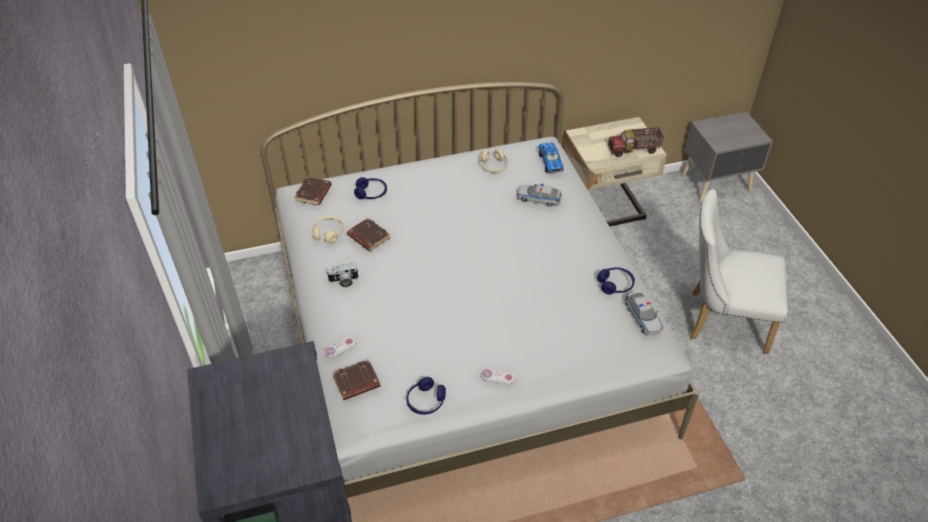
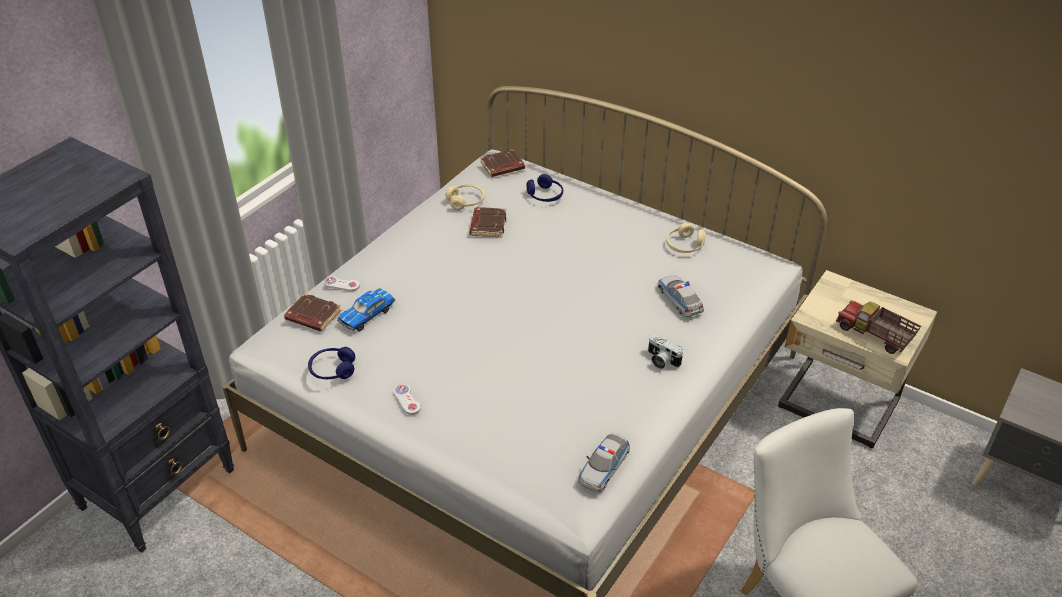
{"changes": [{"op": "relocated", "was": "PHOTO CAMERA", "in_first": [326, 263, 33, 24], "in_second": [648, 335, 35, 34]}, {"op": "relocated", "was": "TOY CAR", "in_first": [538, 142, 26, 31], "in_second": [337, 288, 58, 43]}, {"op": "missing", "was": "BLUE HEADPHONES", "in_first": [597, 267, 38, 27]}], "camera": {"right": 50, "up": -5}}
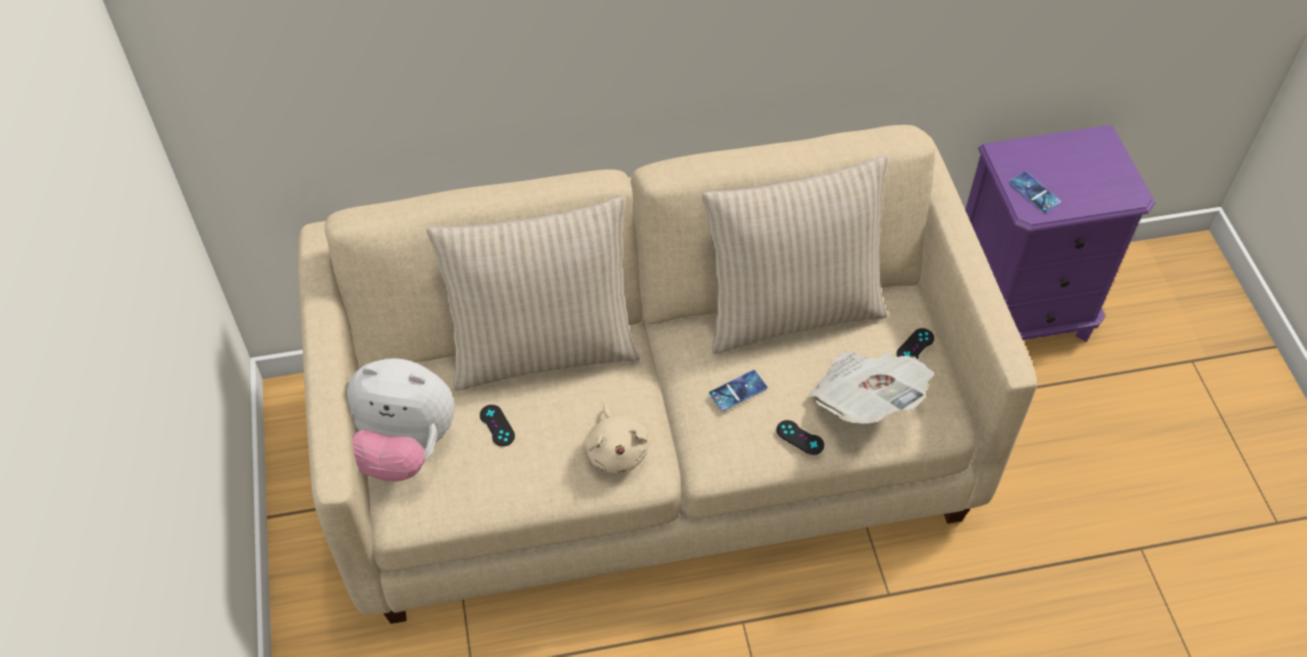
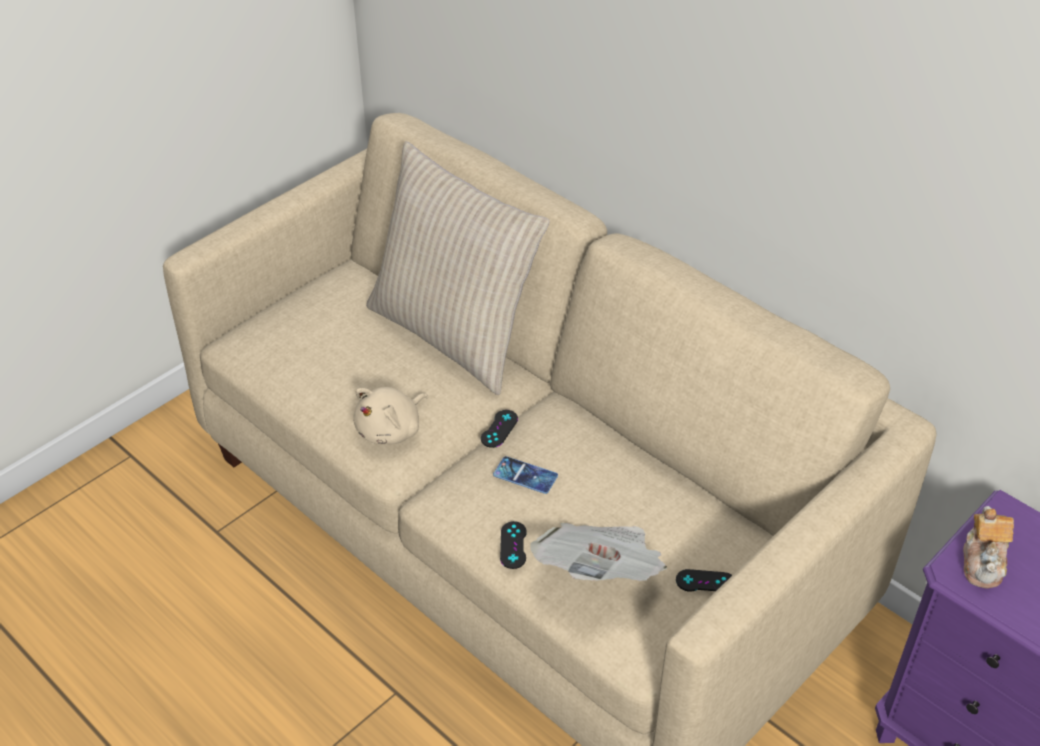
{"changes": [{"op": "missing", "was": "PLUSH TOY", "in_first": [347, 358, 108, 123]}, {"op": "relocated", "was": "BLACK GAME CONTROLLER", "in_first": [480, 405, 35, 41], "in_second": [481, 410, 37, 38]}, {"op": "missing", "was": "BEIGE PILLOW", "in_first": [702, 155, 187, 199]}, {"op": "exchanged", "was": "PHONE", "now": "TEAPOT", "in_first": [1009, 171, 52, 42], "in_second": [963, 506, 51, 83]}], "camera": {"right": 55, "up": -10}}
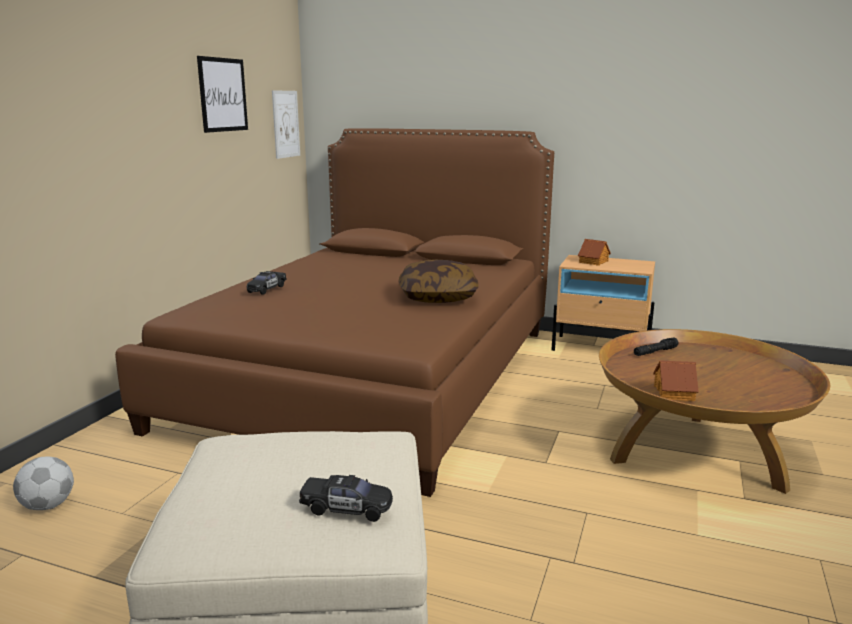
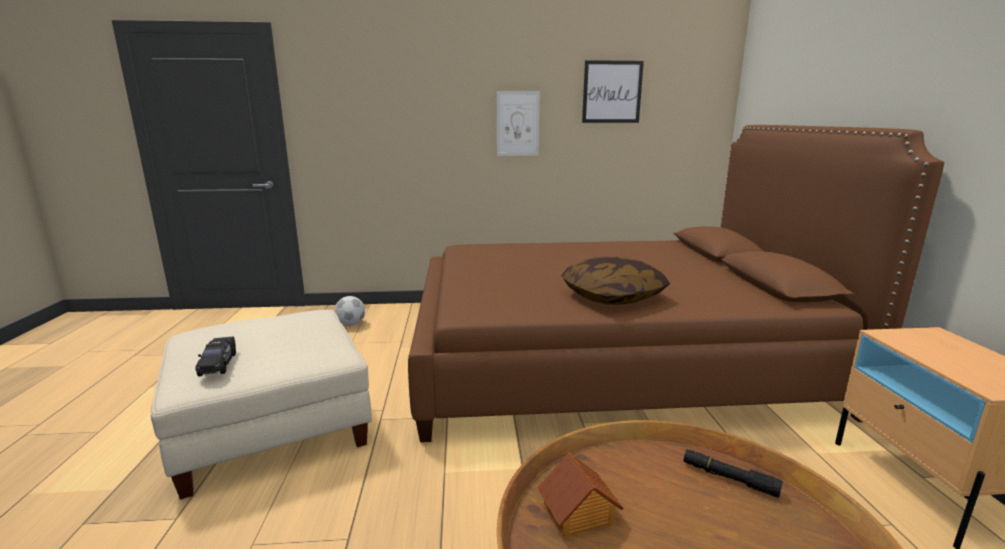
{"changes": [{"op": "missing", "was": "BLACK TOY CAR", "in_first": [247, 271, 40, 24]}, {"op": "relocated", "was": "PICTURE", "in_first": [272, 90, 28, 69], "in_second": [497, 91, 43, 65]}, {"op": "missing", "was": "TOY HOUSE", "in_first": [578, 239, 33, 27]}], "camera": {"right": 65, "up": 0}}
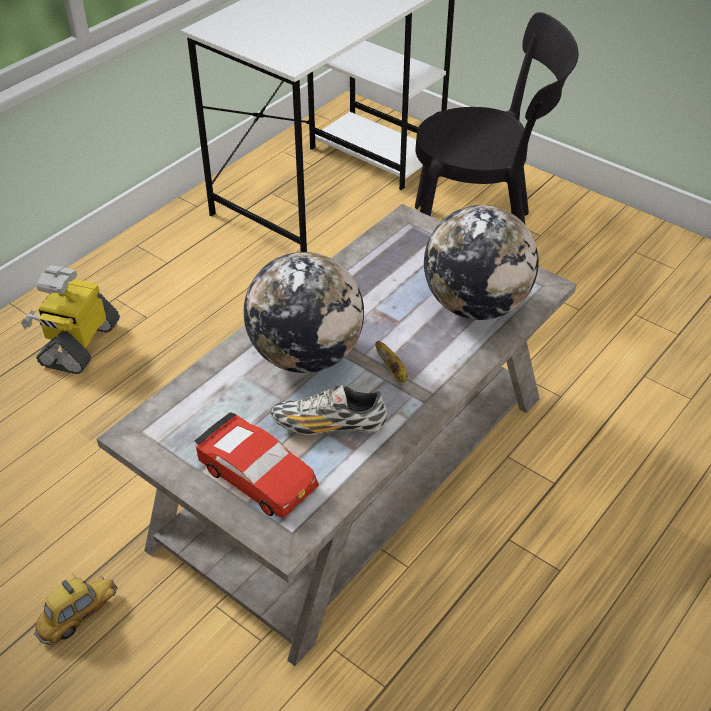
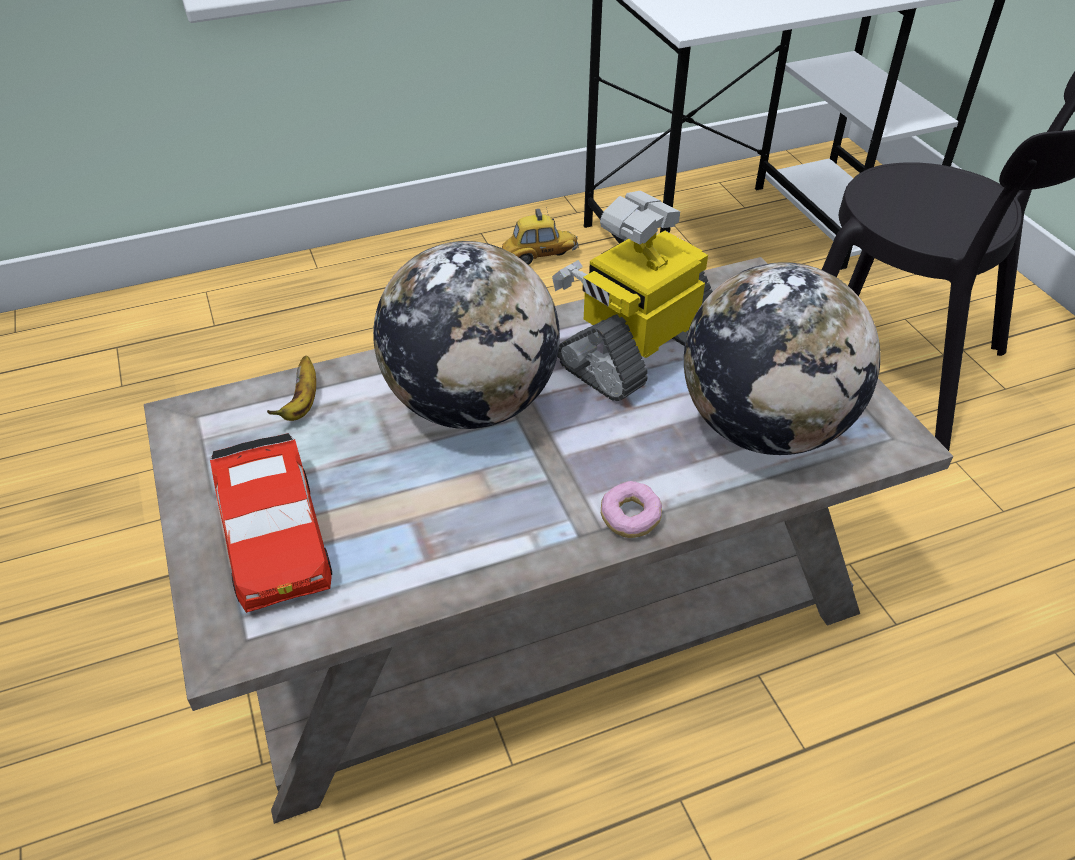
{"changes": [{"op": "relocated", "was": "TOY ROBOT", "in_first": [21, 265, 99, 109], "in_second": [552, 191, 161, 210]}, {"op": "relocated", "was": "TOY CAR", "in_first": [34, 572, 84, 73], "in_second": [502, 207, 77, 58]}, {"op": "missing", "was": "SHOE", "in_first": [270, 385, 117, 50]}, {"op": "relocated", "was": "BANANA", "in_first": [375, 341, 33, 42], "in_second": [267, 356, 49, 65]}, {"op": "appeared", "now": "DONUT", "in_second": [601, 481, 61, 57]}], "camera": {"right": 30, "up": 0}}
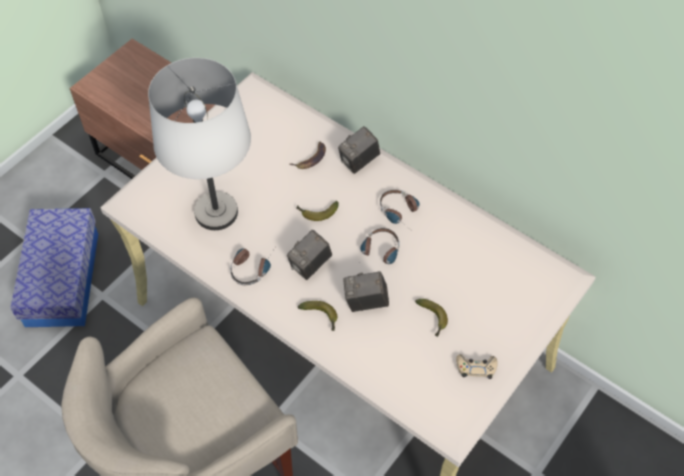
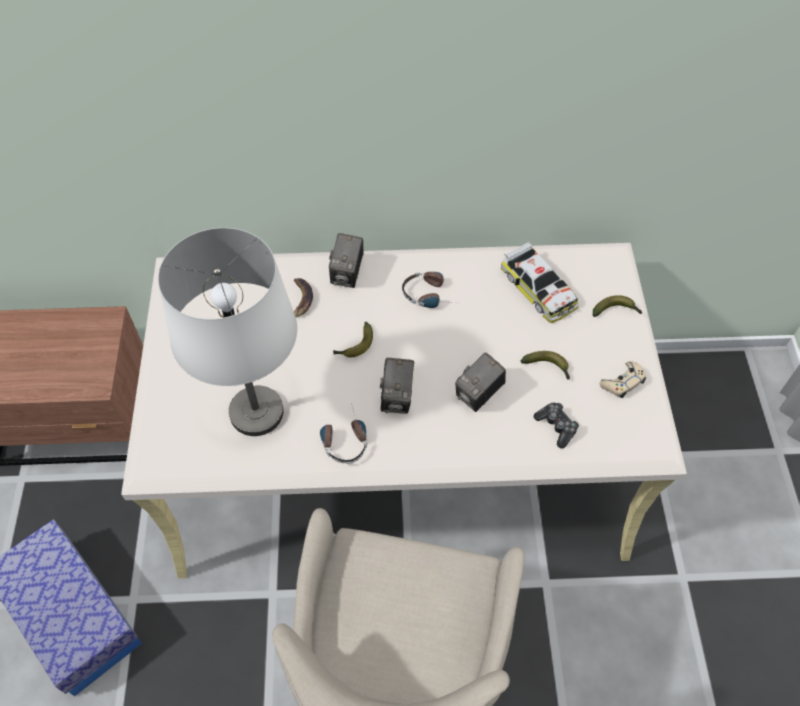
{"changes": [{"op": "relocated", "was": "BANANA", "in_first": [298, 301, 39, 30], "in_second": [593, 295, 49, 22]}, {"op": "missing", "was": "HEADPHONES", "in_first": [358, 228, 42, 38]}, {"op": "appeared", "now": "TOY CAR", "in_second": [501, 241, 78, 82]}, {"op": "appeared", "now": "GAME CONTROLLER", "in_second": [534, 403, 45, 45]}], "camera": {"right": -40, "up": 0}}
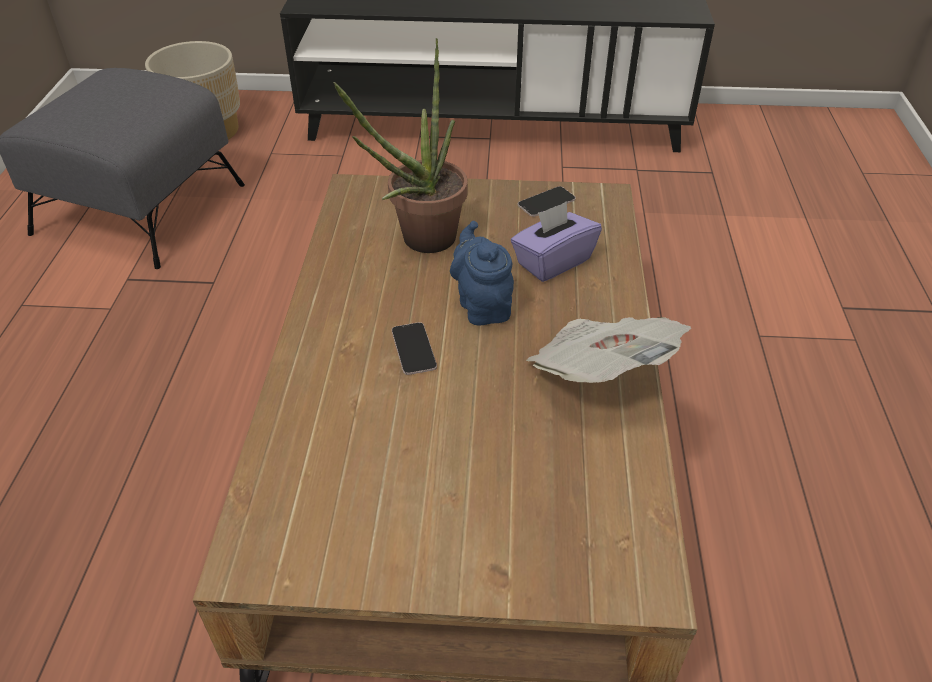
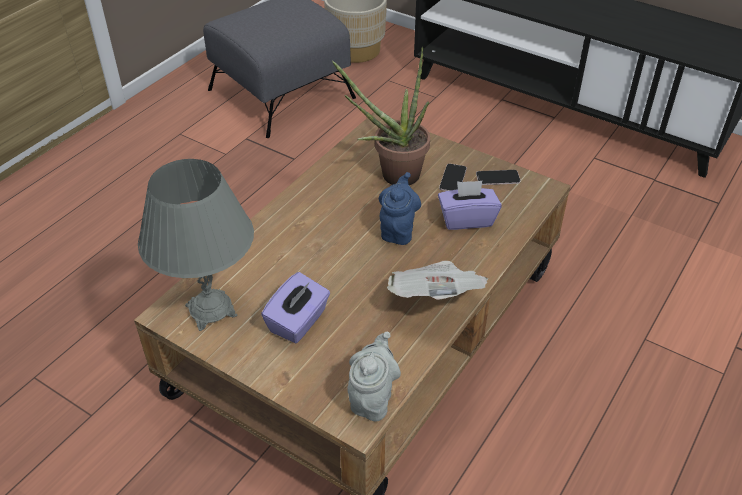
{"changes": [{"op": "relocated", "was": "PHONE", "in_first": [392, 322, 45, 53], "in_second": [439, 164, 28, 27]}, {"op": "appeared", "now": "GREY TABLE LAMP", "in_second": [138, 159, 116, 172]}, {"op": "appeared", "now": "PURPLE TISSUE BOX", "in_second": [261, 272, 69, 71]}, {"op": "appeared", "now": "GREY TEAPOT", "in_second": [347, 332, 54, 89]}], "camera": {"right": 30, "up": 0}}
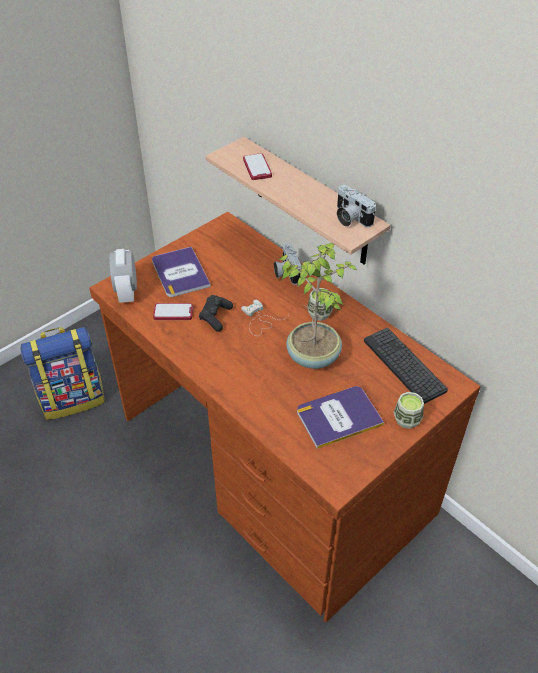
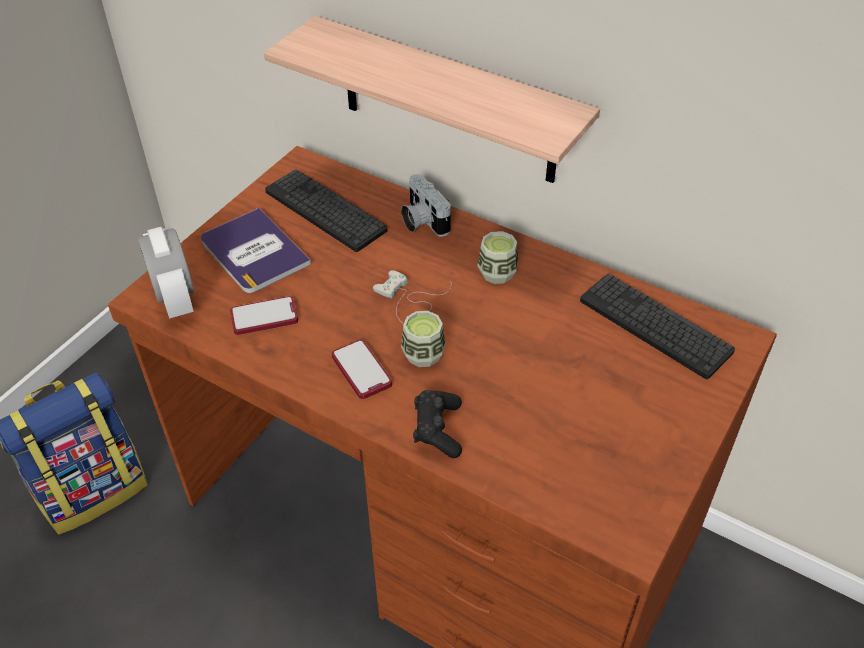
{"changes": [{"op": "relocated", "was": "BLACK GAME CONTROLLER", "in_first": [199, 295, 34, 37], "in_second": [413, 390, 49, 68]}, {"op": "relocated", "was": "PHONE", "in_first": [243, 153, 29, 27], "in_second": [332, 340, 60, 59]}, {"op": "missing", "was": "POTTED PLANT", "in_first": [279, 242, 78, 127]}, {"op": "missing", "was": "BOOK", "in_first": [297, 386, 87, 63]}, {"op": "missing", "was": "PHOTO CAMERA", "in_first": [337, 185, 39, 43]}, {"op": "relocated", "was": "CUP", "in_first": [394, 392, 30, 37], "in_second": [401, 311, 45, 56]}, {"op": "appeared", "now": "KEYBOARD", "in_second": [265, 169, 123, 83]}], "camera": {"right": -15, "up": 0}}
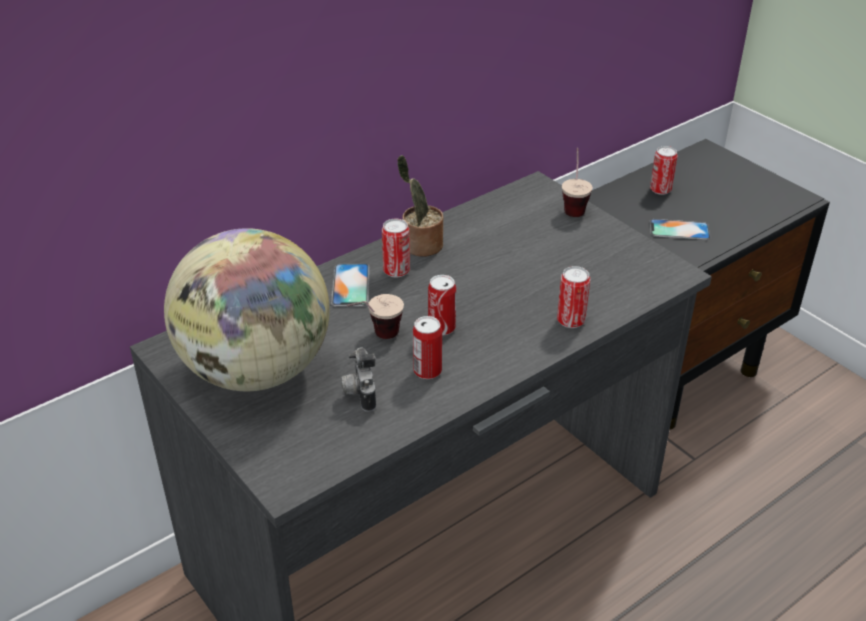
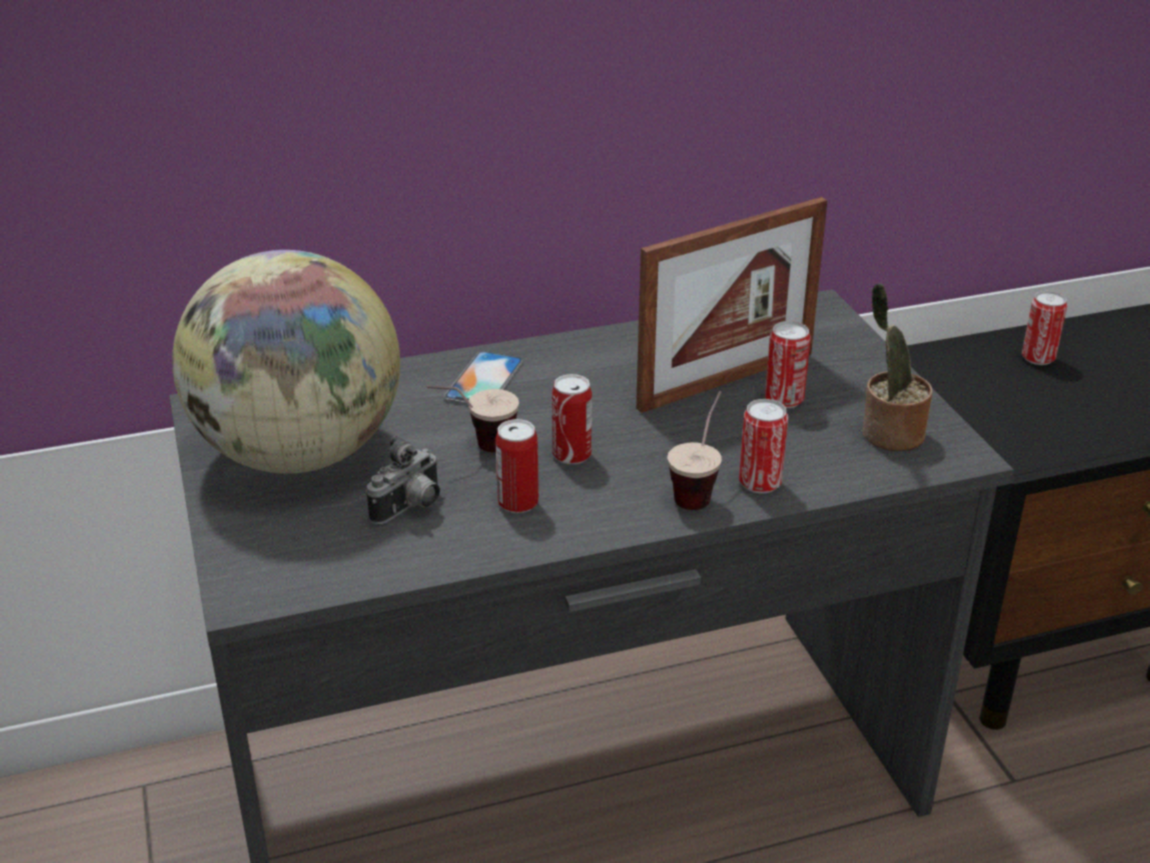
{"changes": [{"op": "spun", "was": "PHOTO CAMERA", "in_first": [341, 347, 35, 65], "in_second": [366, 436, 74, 88], "clockwise": -150}, {"op": "relocated", "was": "CAN", "in_first": [382, 219, 28, 59], "in_second": [765, 321, 46, 88]}, {"op": "relocated", "was": "POTTED PLANT", "in_first": [397, 155, 46, 102], "in_second": [862, 284, 70, 167]}, {"op": "relocated", "was": "CUP", "in_first": [562, 148, 31, 69], "in_second": [667, 391, 55, 119]}, {"op": "missing", "was": "PHONE", "in_first": [650, 219, 61, 21]}, {"op": "appeared", "now": "PICTURE FRAME", "in_second": [636, 197, 192, 216]}], "camera": {"right": 20, "up": -5}}
